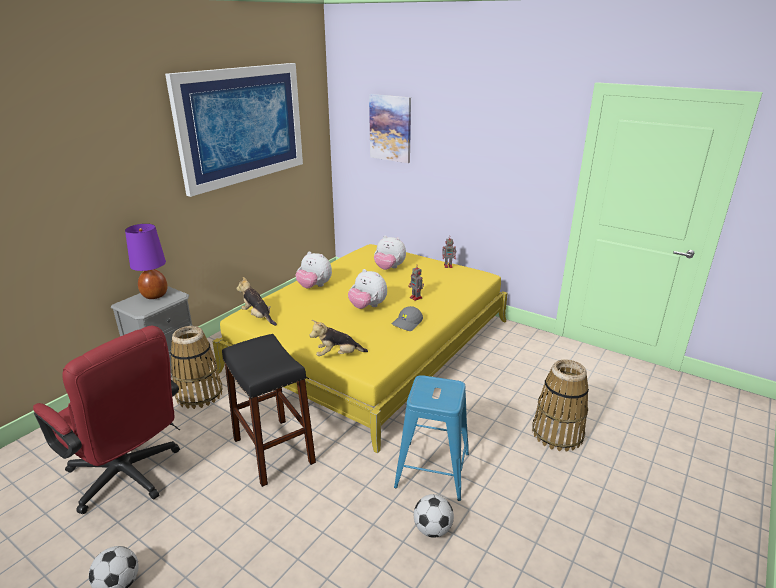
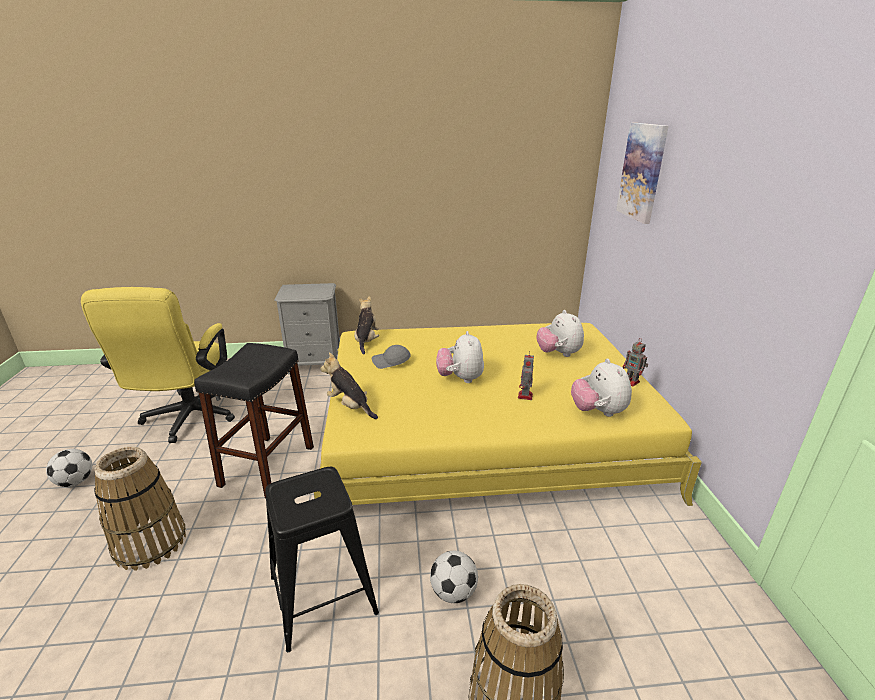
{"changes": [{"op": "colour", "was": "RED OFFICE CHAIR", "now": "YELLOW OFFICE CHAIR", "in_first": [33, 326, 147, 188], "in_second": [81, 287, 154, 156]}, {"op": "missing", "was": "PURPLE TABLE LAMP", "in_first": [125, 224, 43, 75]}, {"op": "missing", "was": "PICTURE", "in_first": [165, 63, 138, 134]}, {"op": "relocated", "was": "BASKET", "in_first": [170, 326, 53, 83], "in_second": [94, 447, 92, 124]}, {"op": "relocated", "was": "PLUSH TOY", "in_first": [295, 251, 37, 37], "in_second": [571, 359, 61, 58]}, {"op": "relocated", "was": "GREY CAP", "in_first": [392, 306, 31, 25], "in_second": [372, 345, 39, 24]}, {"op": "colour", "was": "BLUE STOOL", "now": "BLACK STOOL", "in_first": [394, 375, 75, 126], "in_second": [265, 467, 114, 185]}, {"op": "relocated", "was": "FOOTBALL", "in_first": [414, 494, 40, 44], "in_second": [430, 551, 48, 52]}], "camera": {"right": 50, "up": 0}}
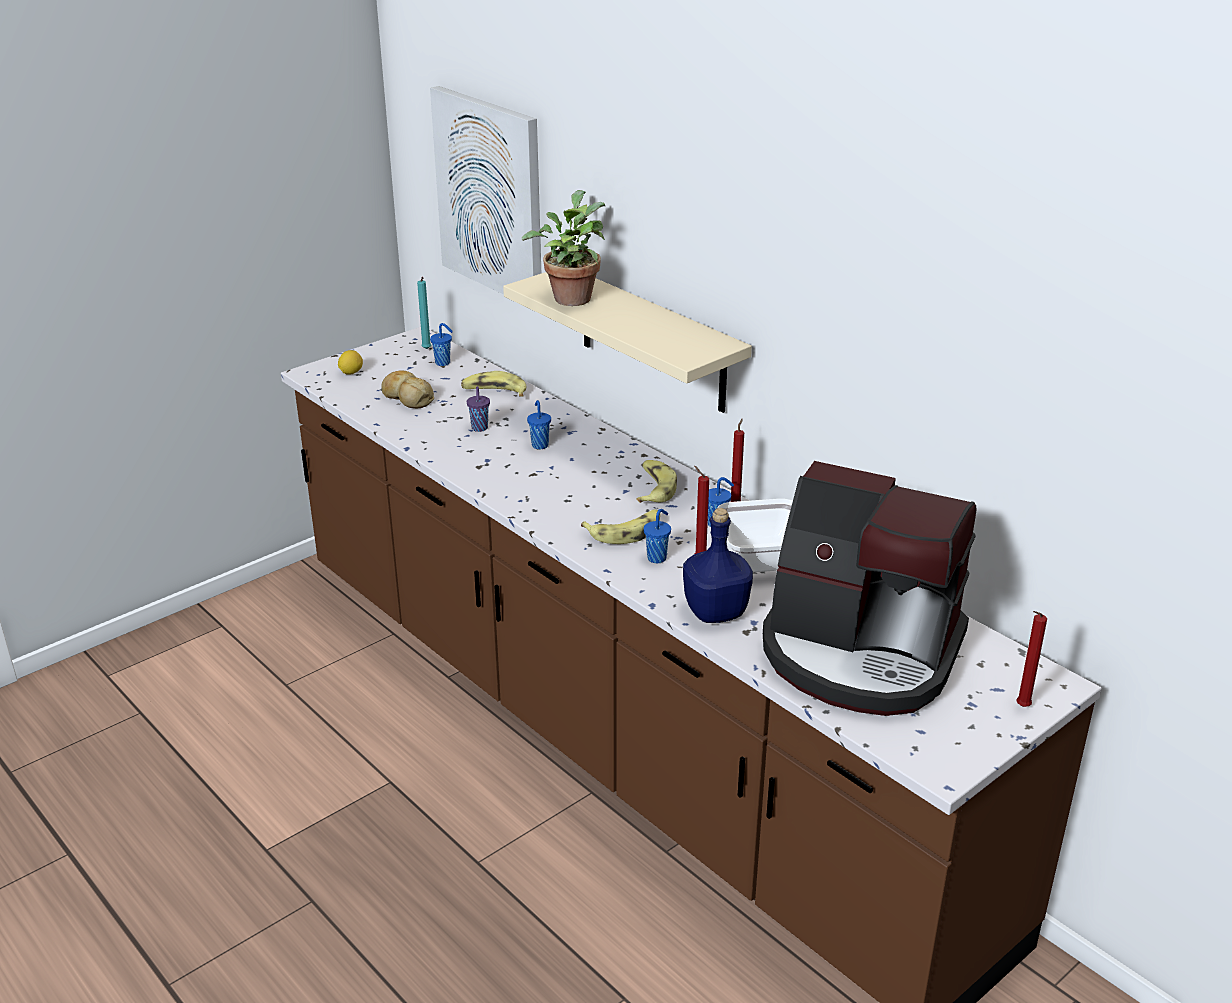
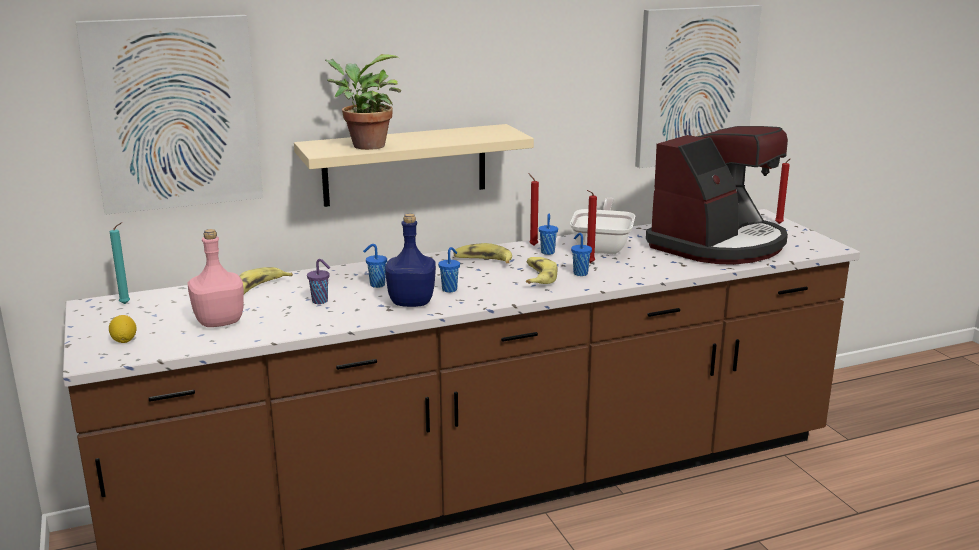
{"changes": [{"op": "exchanged", "was": "BREAD", "now": "PINK BOTTLE", "in_first": [382, 370, 52, 38], "in_second": [188, 229, 56, 98]}, {"op": "relocated", "was": "BLUE CUP", "in_first": [430, 323, 23, 43], "in_second": [438, 247, 22, 46]}, {"op": "relocated", "was": "BLUE BOTTLE", "in_first": [683, 508, 70, 115], "in_second": [385, 213, 51, 94]}, {"op": "appeared", "now": "PICTURE", "in_second": [635, 5, 127, 163]}], "camera": {"right": -70, "up": -10}}
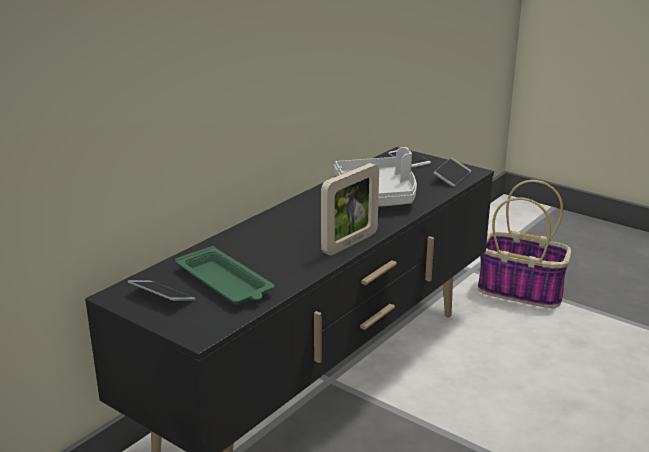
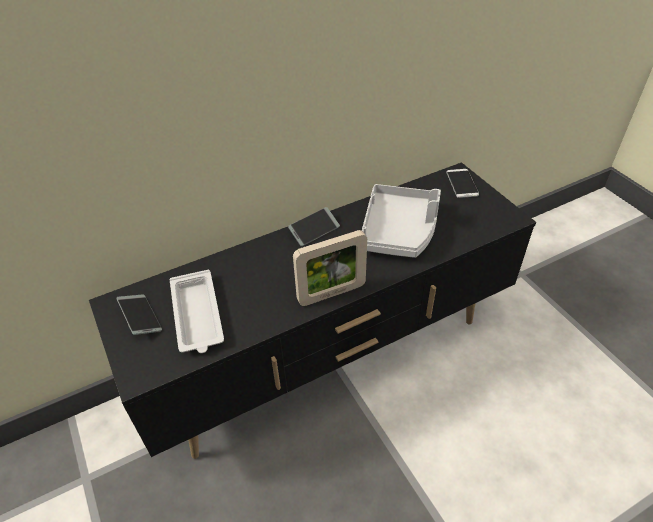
{"changes": [{"op": "colour", "was": "GREEN TRAY", "now": "WHITE TRAY", "in_first": [175, 246, 99, 59], "in_second": [170, 270, 54, 83]}, {"op": "relocated", "was": "PHONE", "in_first": [433, 158, 38, 29], "in_second": [288, 207, 52, 39]}, {"op": "missing", "was": "BASKET", "in_first": [478, 180, 93, 128]}], "camera": {"right": 25, "up": 20}}
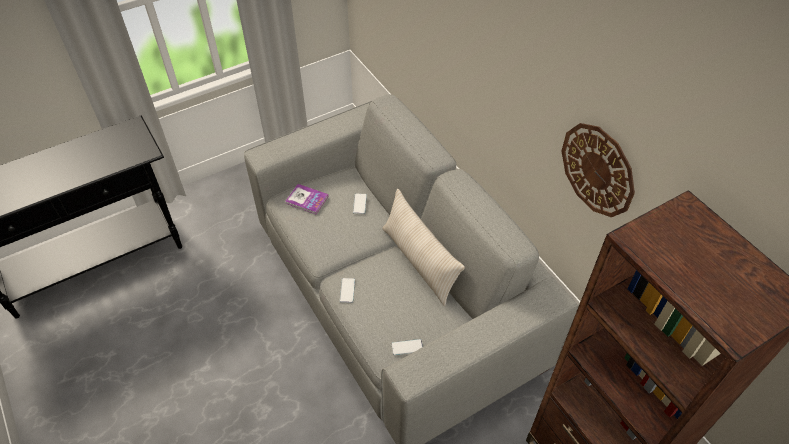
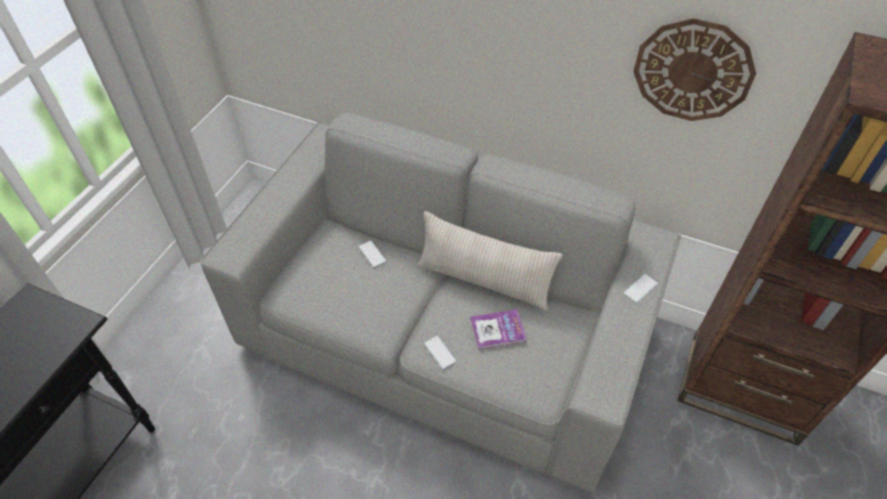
{"changes": [{"op": "relocated", "was": "BOOK", "in_first": [285, 184, 43, 30], "in_second": [471, 309, 56, 41]}, {"op": "relocated", "was": "PHONE", "in_first": [391, 339, 32, 16], "in_second": [623, 273, 36, 30]}], "camera": {"right": -35, "up": 0}}
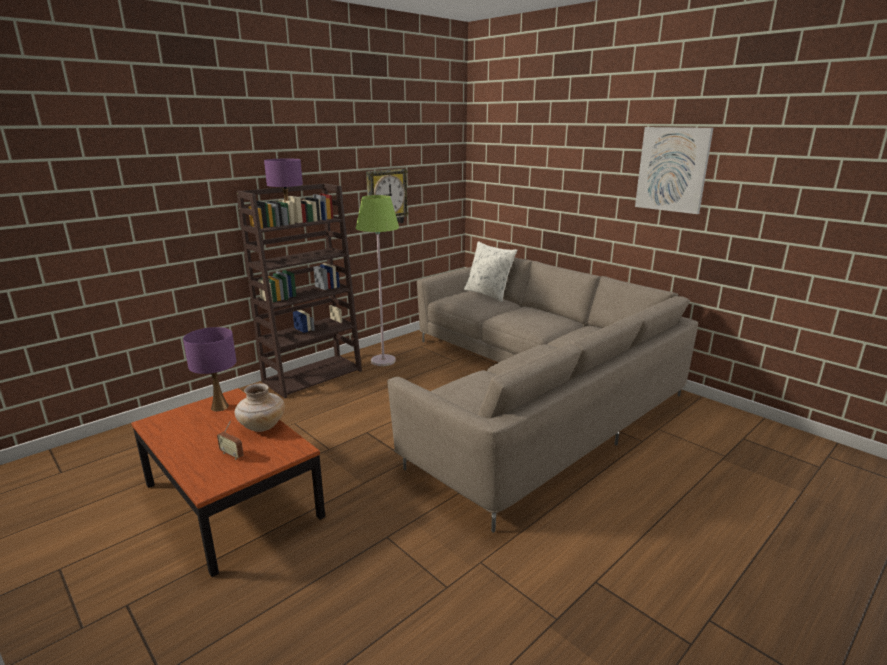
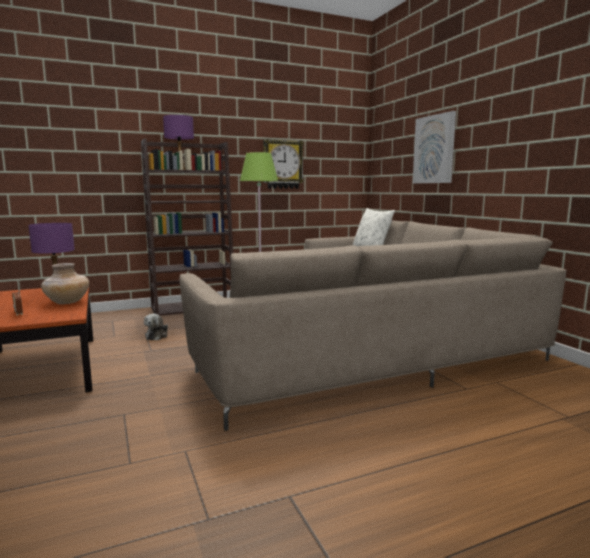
{"changes": [{"op": "relocated", "was": "PICTURE", "in_first": [635, 127, 78, 87], "in_second": [413, 111, 43, 72]}, {"op": "appeared", "now": "PLUSH TOY", "in_second": [144, 314, 24, 26]}], "camera": {"right": 20, "up": -10}}
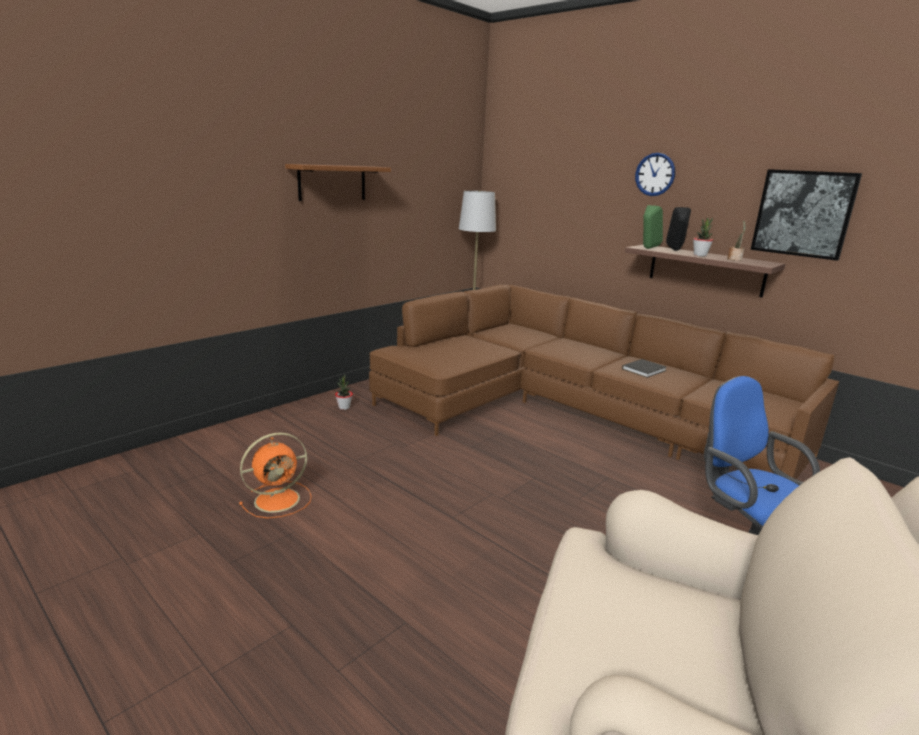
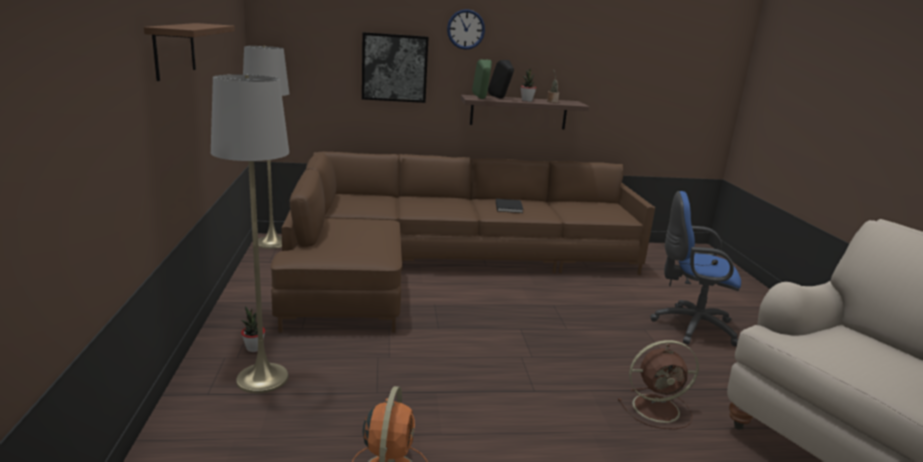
{"changes": [{"op": "relocated", "was": "PICTURE", "in_first": [751, 169, 111, 92], "in_second": [362, 32, 67, 71]}, {"op": "appeared", "now": "GREY FLOOR LAMP", "in_second": [211, 74, 78, 319]}, {"op": "appeared", "now": "BROWN FAN", "in_second": [618, 340, 81, 89]}], "camera": {"right": -50, "up": 0}}
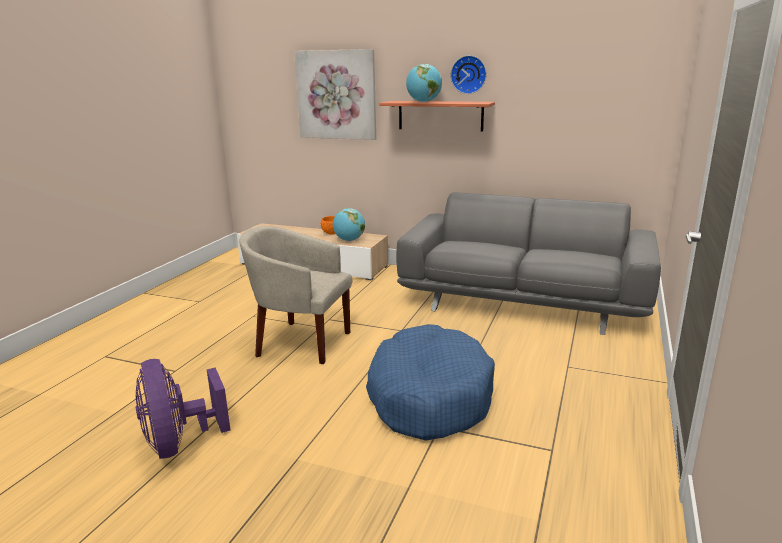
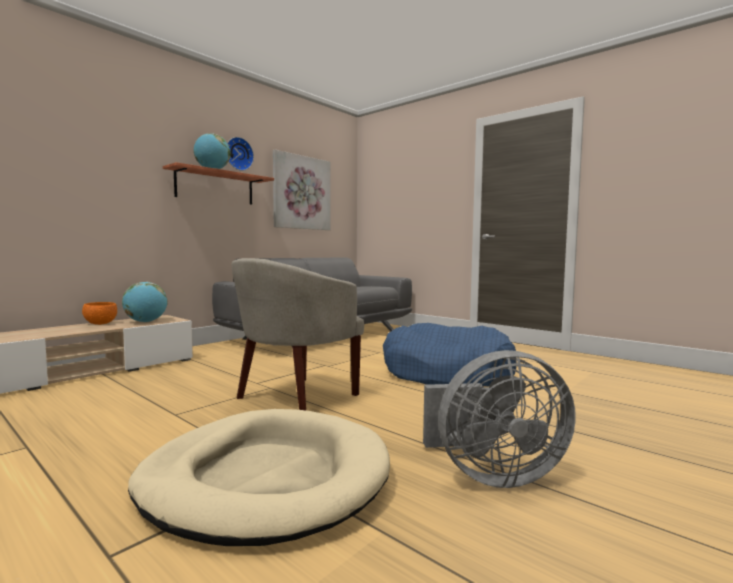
{"changes": [{"op": "colour", "was": "PURPLE FAN", "now": "GREY FAN", "in_first": [136, 359, 94, 100], "in_second": [423, 350, 153, 138]}, {"op": "relocated", "was": "PICTURE", "in_first": [294, 49, 82, 91], "in_second": [273, 150, 58, 80]}, {"op": "appeared", "now": "BEIGE DOG BED", "in_second": [128, 409, 262, 137]}], "camera": {"right": -70, "up": -15}}
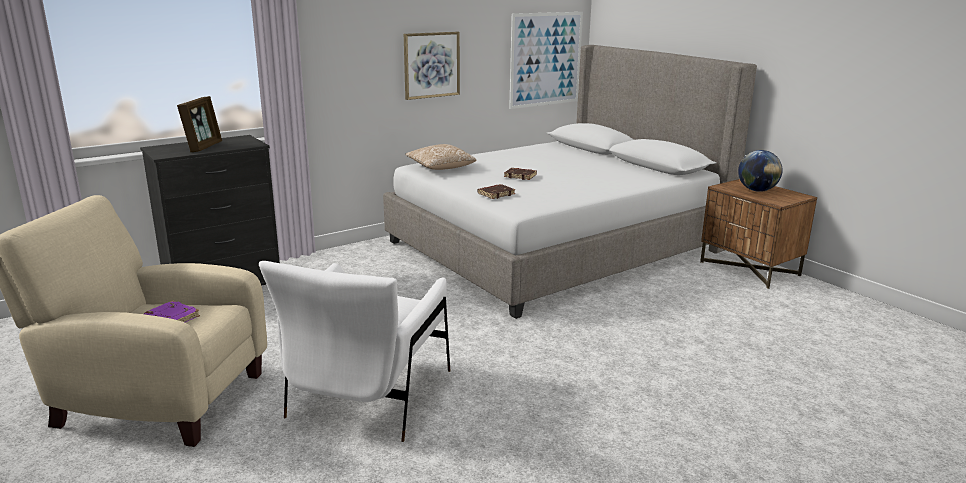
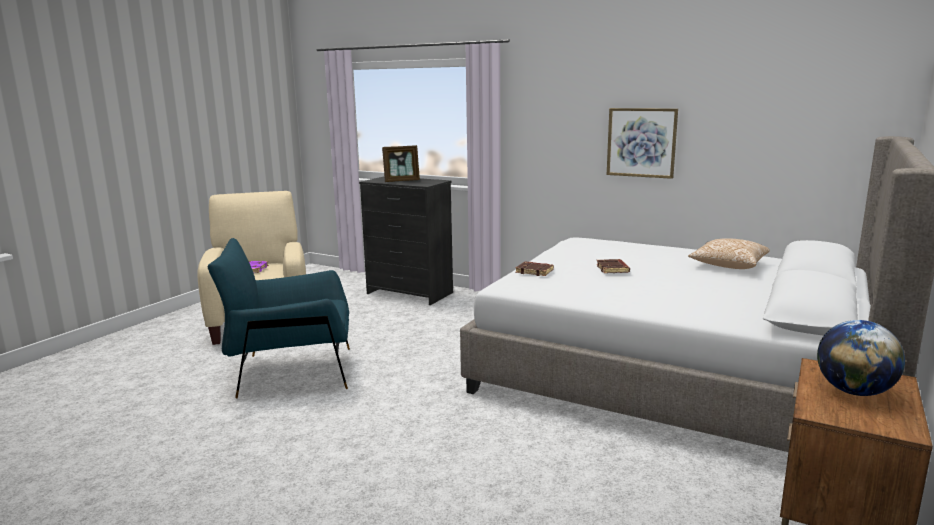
{"changes": [{"op": "colour", "was": "WHITE ARMCHAIR", "now": "BLUE ARMCHAIR", "in_first": [259, 261, 191, 181], "in_second": [208, 238, 142, 161]}, {"op": "relocated", "was": "PILLOW", "in_first": [405, 144, 71, 26], "in_second": [688, 238, 82, 31]}, {"op": "missing", "was": "PICTURE", "in_first": [509, 12, 74, 97]}], "camera": {"right": 65, "up": -5}}
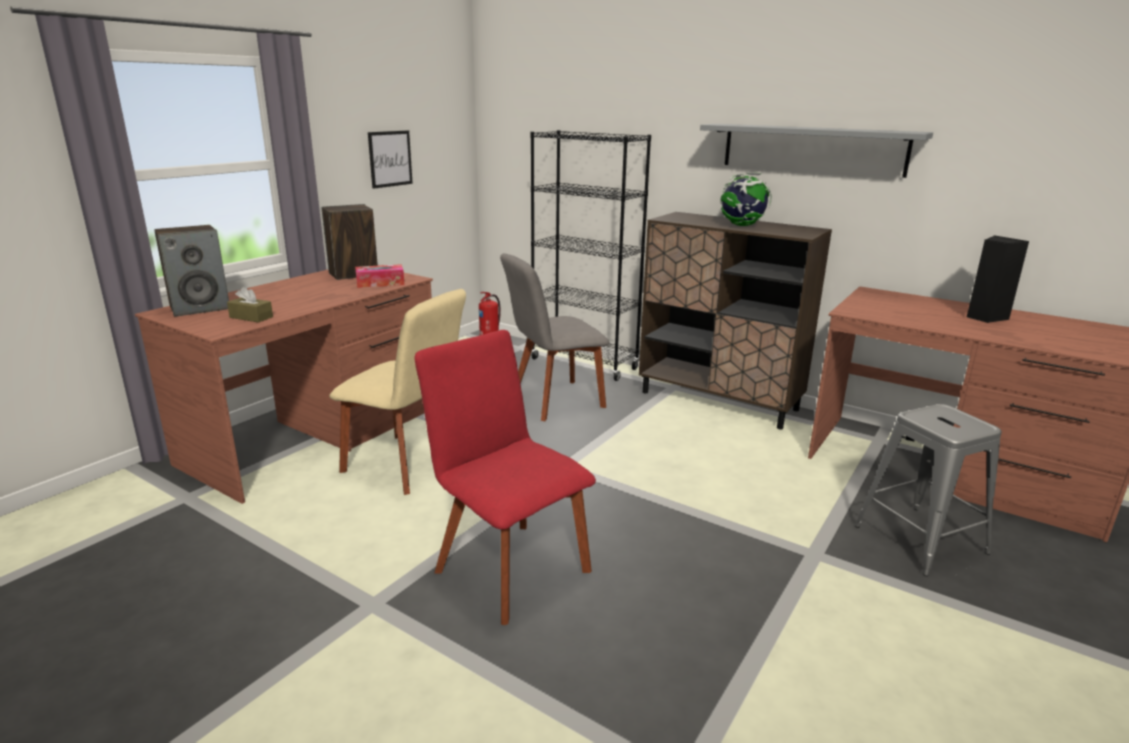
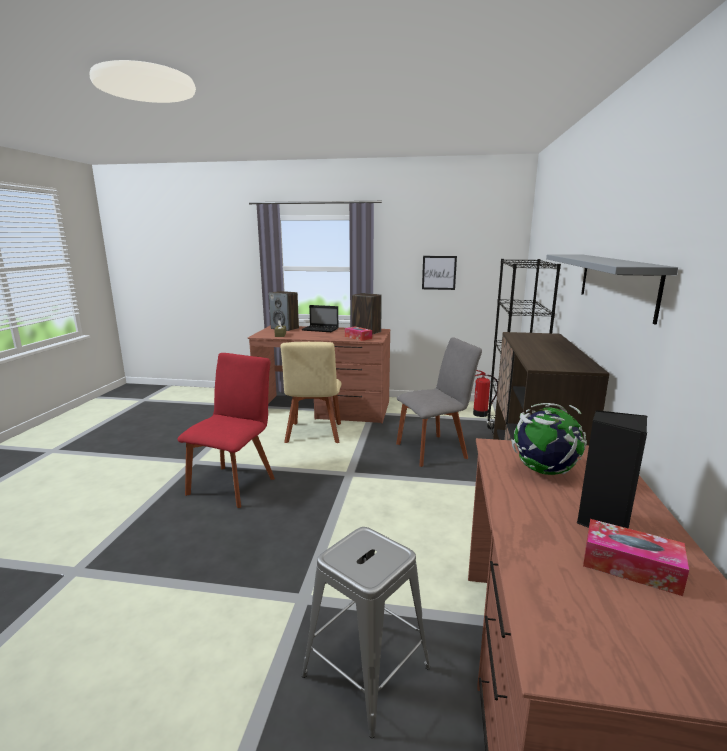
{"changes": [{"op": "spun", "was": "GREY CHAIR", "in_first": [500, 253, 110, 168], "in_second": [396, 337, 86, 130], "clockwise": 120}, {"op": "relocated", "was": "GLOBE", "in_first": [720, 172, 52, 54], "in_second": [511, 403, 76, 72]}, {"op": "appeared", "now": "LAPTOP", "in_second": [302, 305, 37, 27]}, {"op": "appeared", "now": "TISSUE BOX", "in_second": [583, 519, 106, 77]}], "camera": {"right": 65, "up": -5}}
